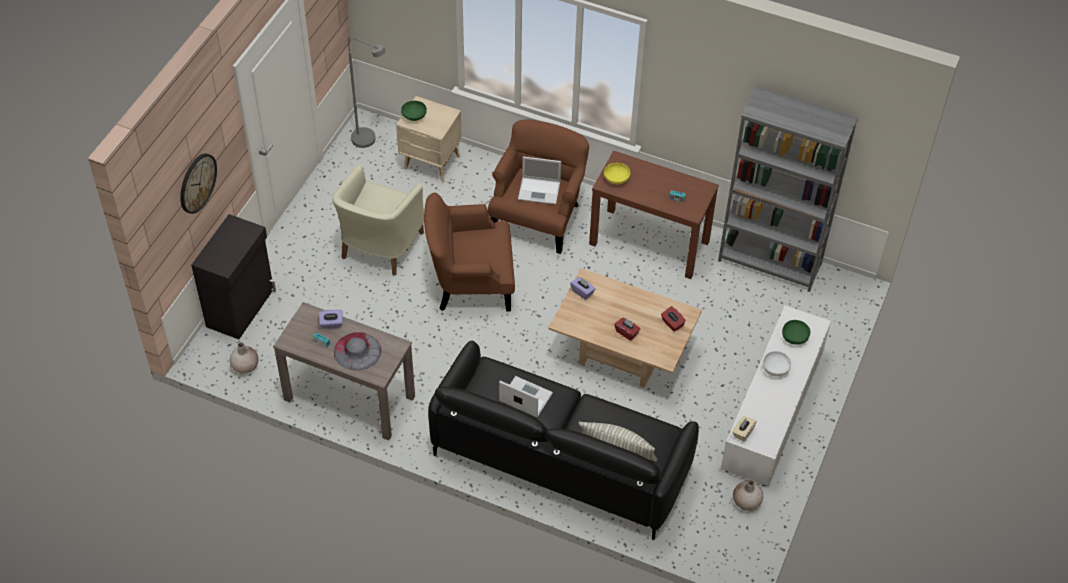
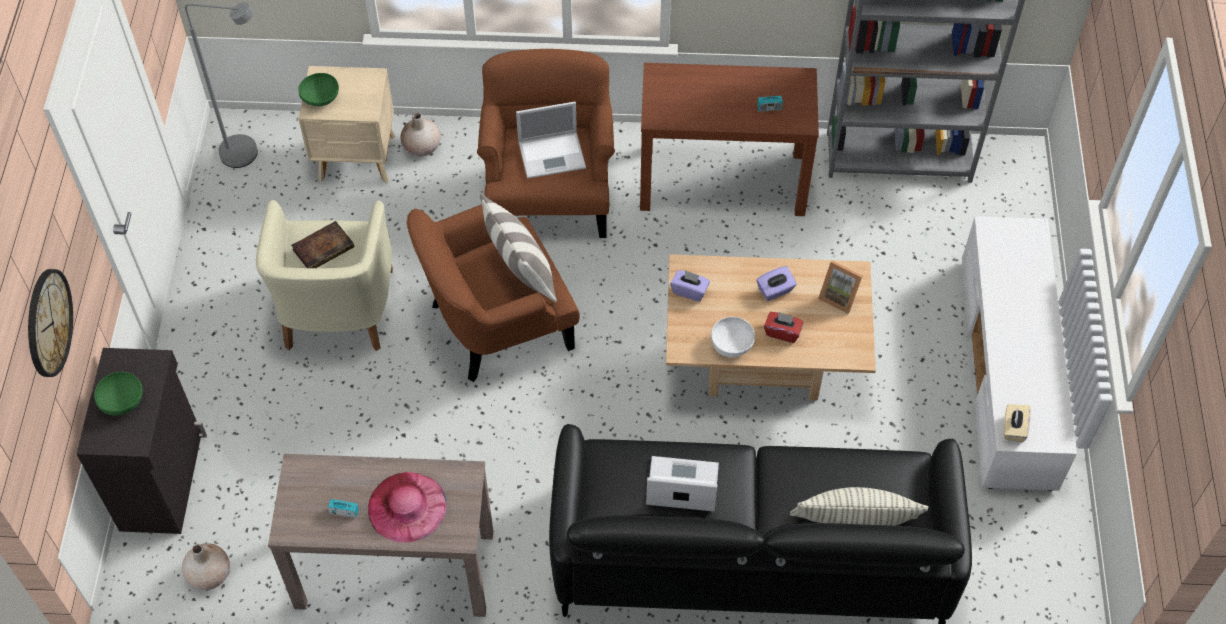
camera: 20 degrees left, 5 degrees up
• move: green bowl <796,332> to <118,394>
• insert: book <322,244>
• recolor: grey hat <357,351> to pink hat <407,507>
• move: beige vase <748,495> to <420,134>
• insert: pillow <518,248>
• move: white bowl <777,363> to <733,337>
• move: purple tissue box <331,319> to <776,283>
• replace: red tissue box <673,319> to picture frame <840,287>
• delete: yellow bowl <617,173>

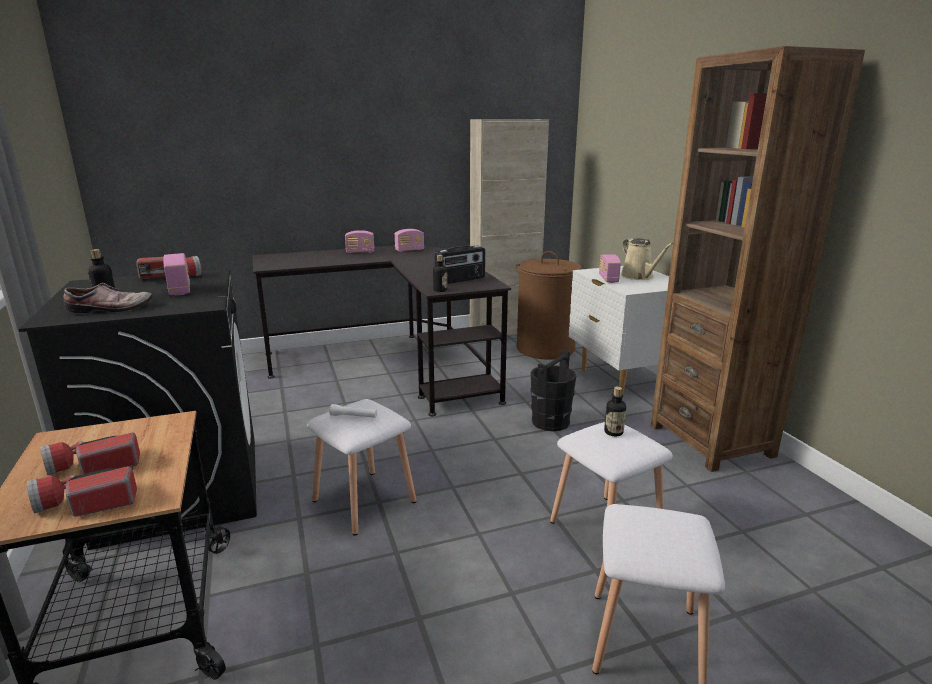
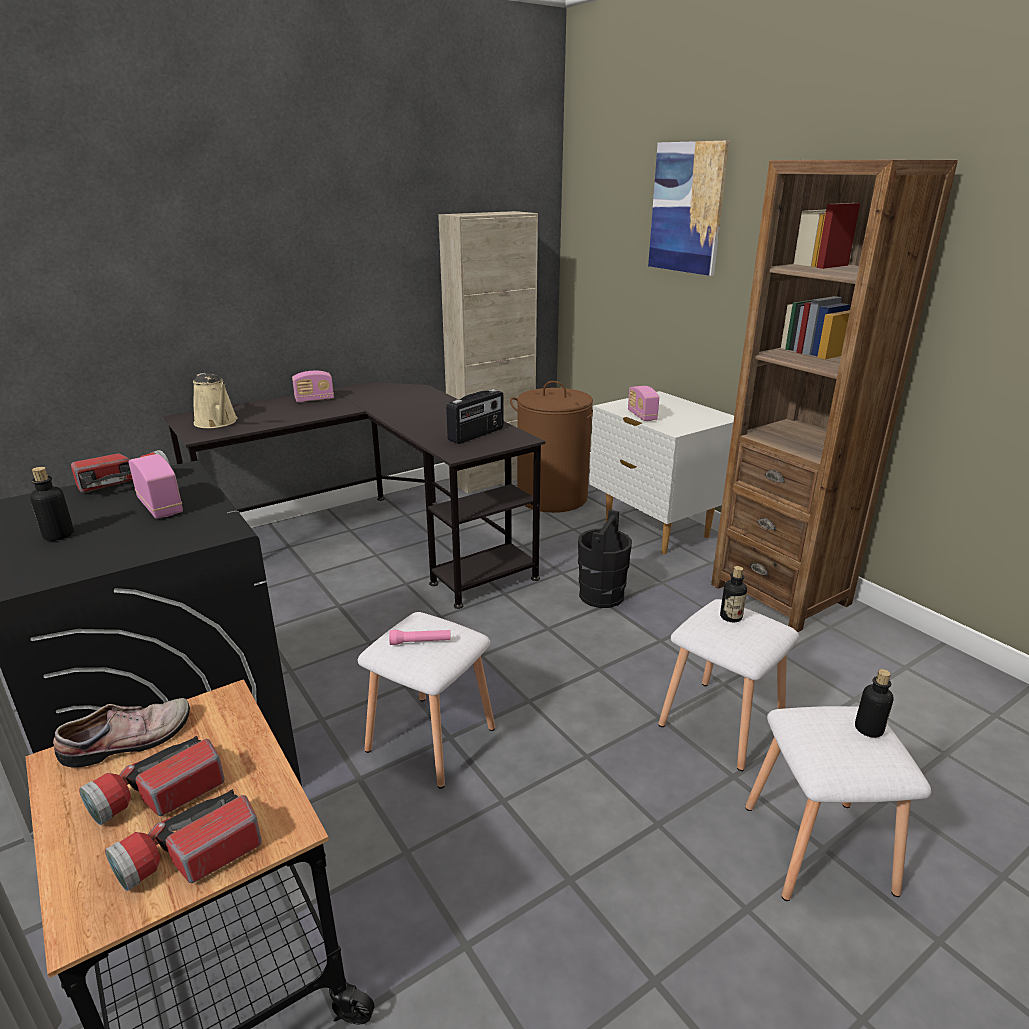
camera: 15 degrees left, 5 degrees up
• move: shoe <107,298> to <121,733>
• move: beige watering can <647,259> to <215,400>
• recolor: white flashlight <353,411> to pink flashlight <419,637>
• insert: picture <688,208>
• move: bottle <440,273> to <874,703>
• delete: radio <409,240>

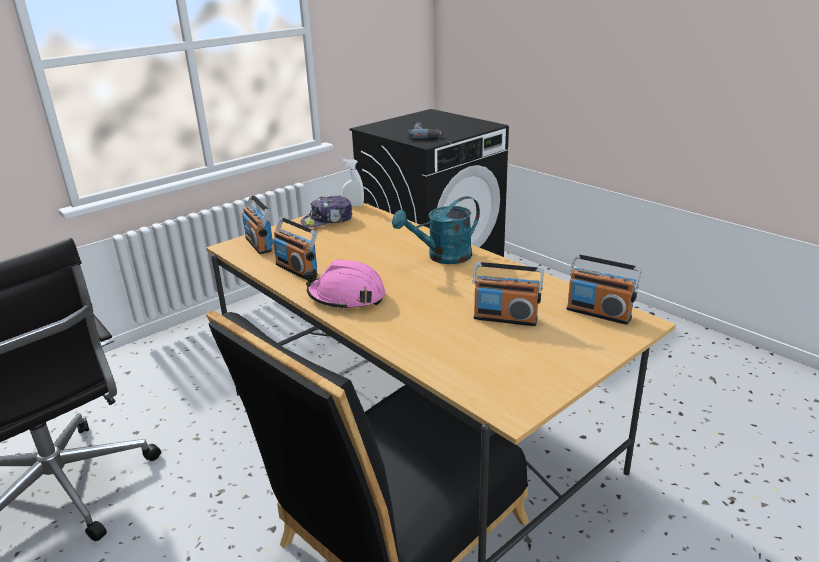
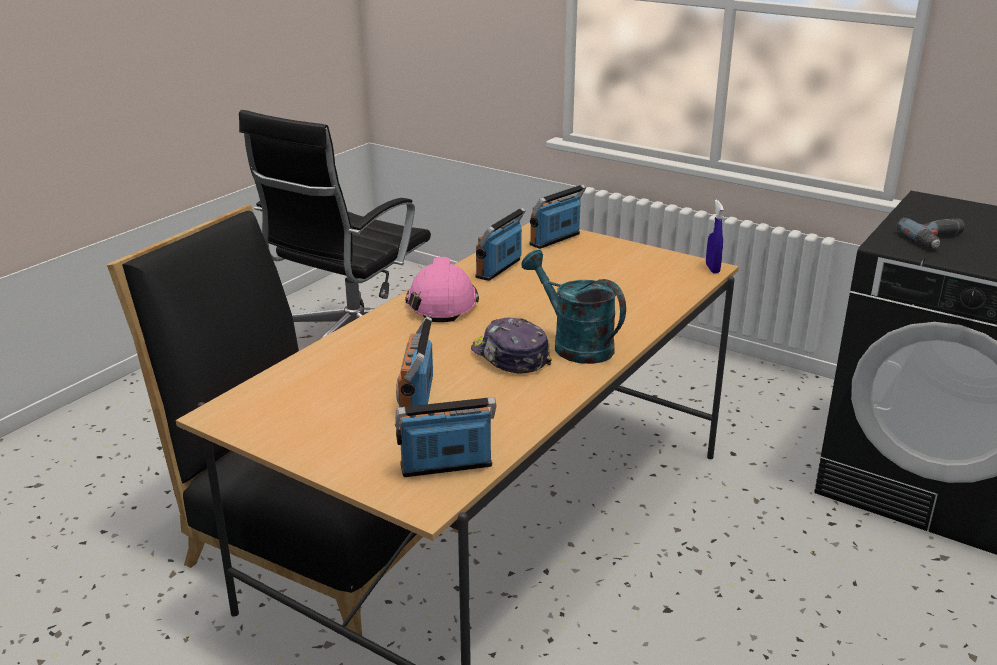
camera: 75 degrees right, 0 degrees up
• rotate: radio <604,289> = <446,437> 60 degrees clockwise
• move: cap <326,211> to <511,346>
• recolor: white spray bottle <353,183> to blue spray bottle <715,236>

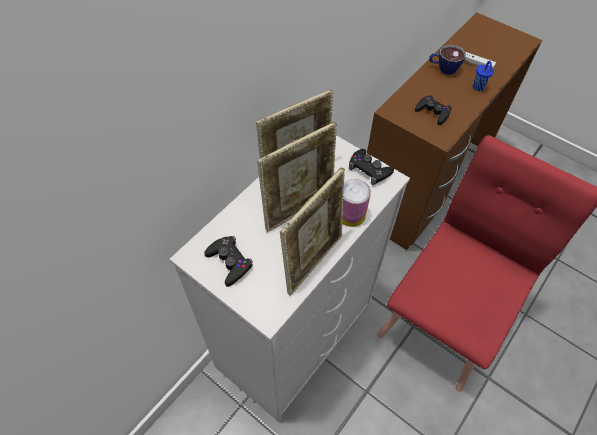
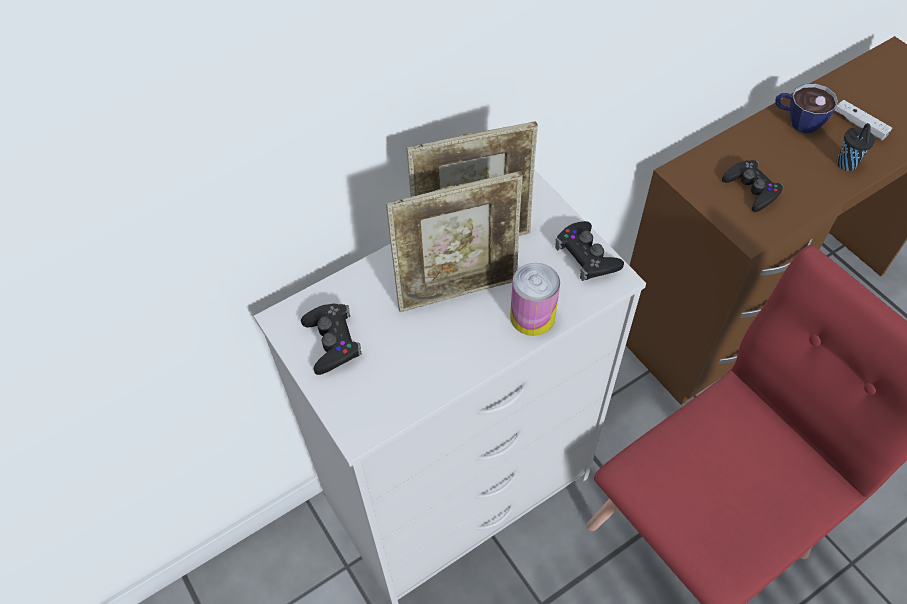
camera: 20 degrees right, 0 degrees up
• recolor: blue cup <483,76> to black cup <856,147>
• delete: picture frame <312,231>

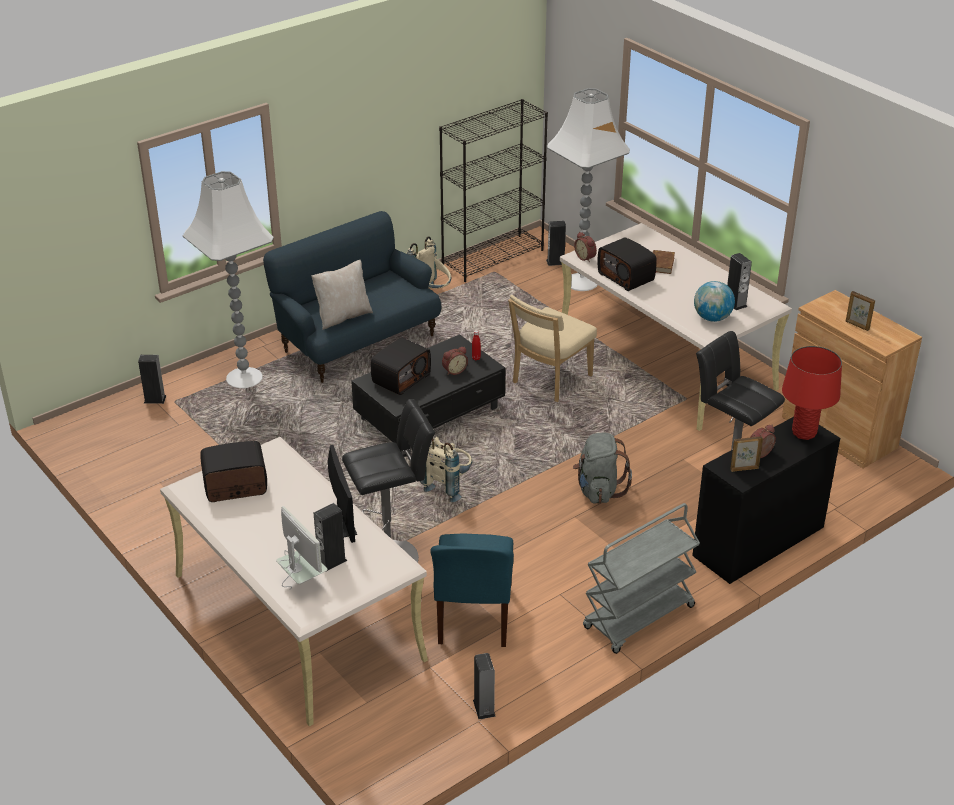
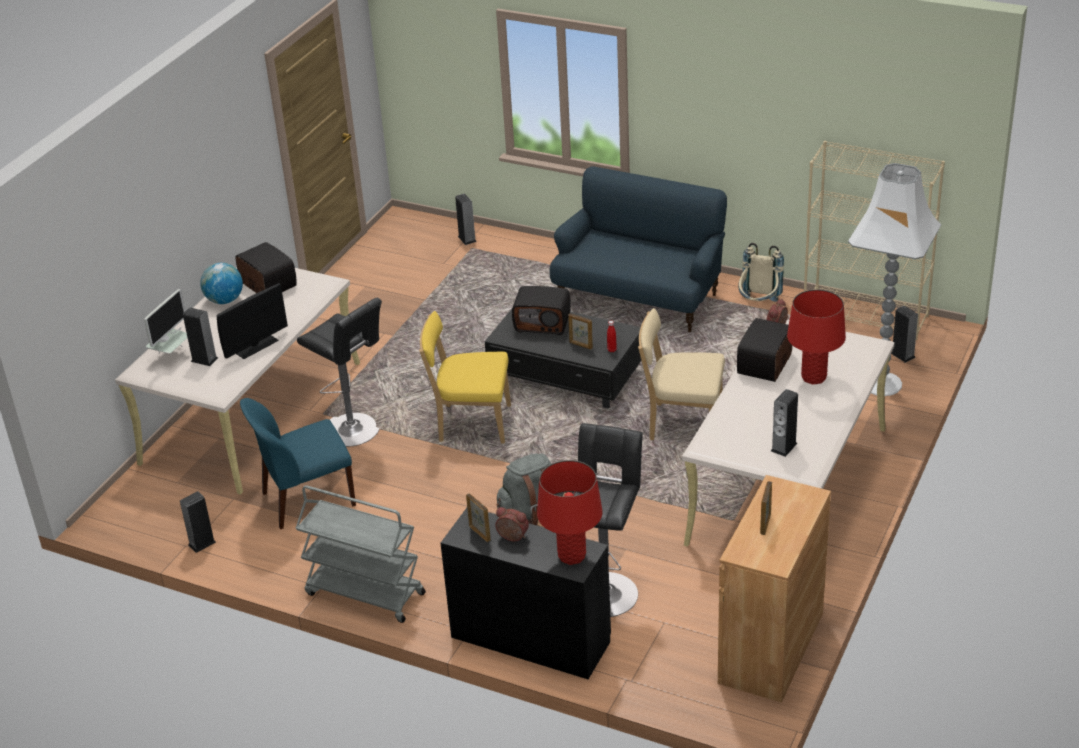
camera: 65 degrees right, 0 degrees up
• move: globe <714,301> to <221,283>
• replace: beige backpack <446,469> to yellow chair <465,377>
• replace: alarm clock <455,361> to picture frame <580,331>
• replace: brown book <664,262> to red table lamp <816,337>
• recolor: black bookcase <493,190> to beige bookcase <874,240>
• delete: white floor lamp <228,279>
• delete: beige pillow <342,295>

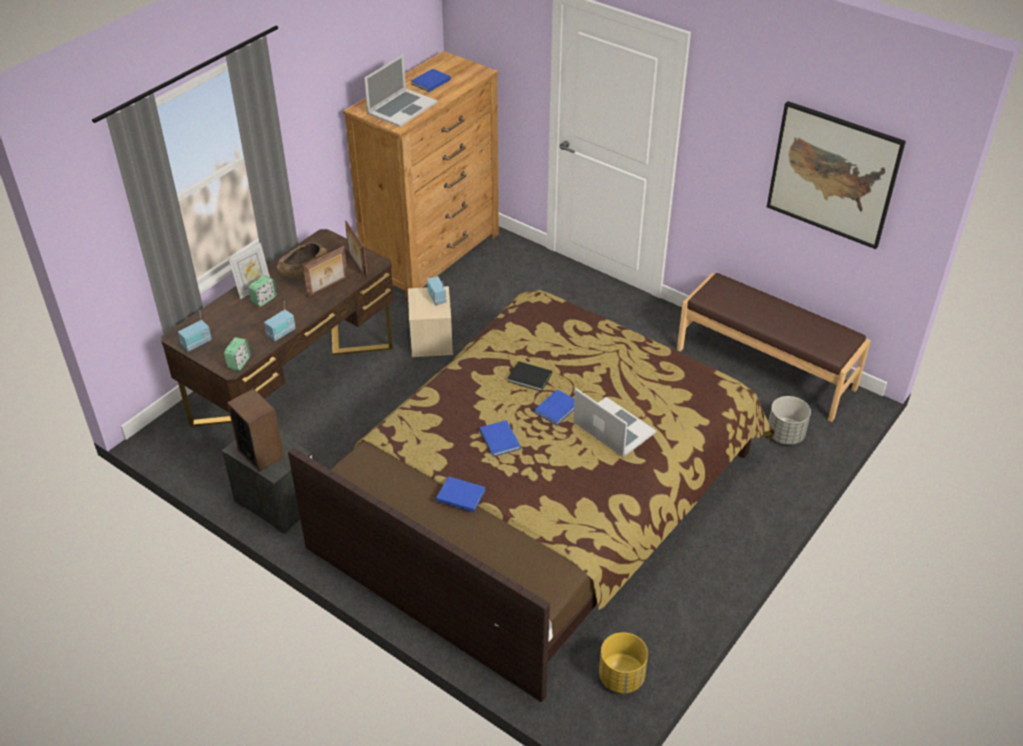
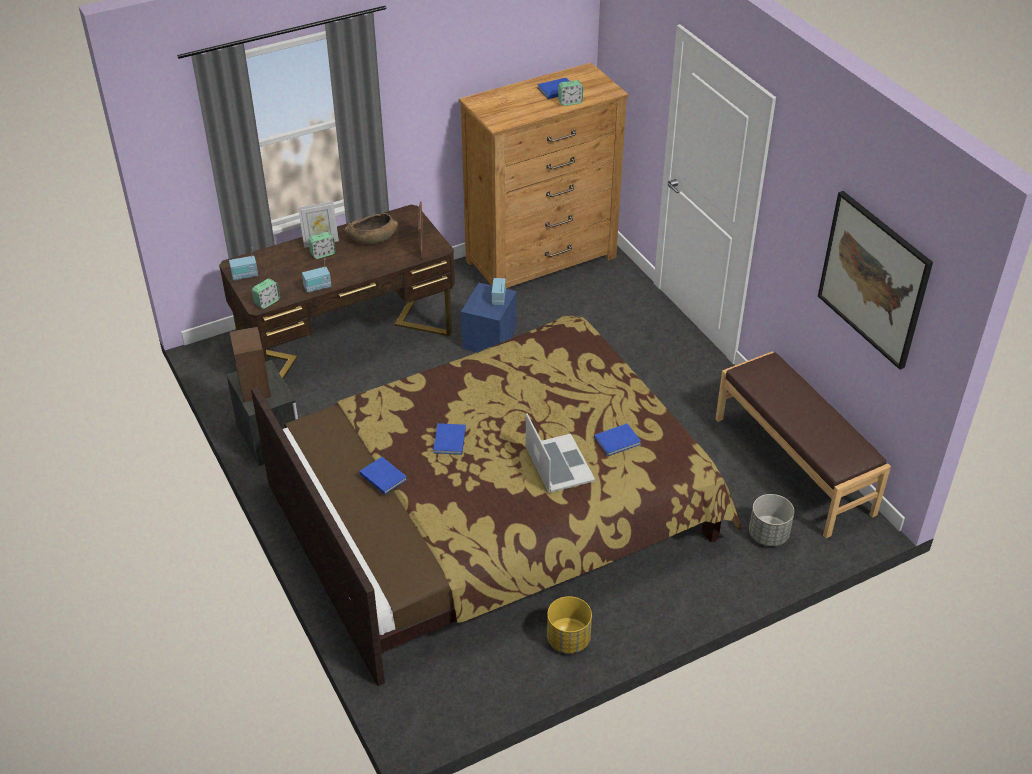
camera: 25 degrees right, 0 degrees up
• recolor: beige storage box <430,321> to blue storage box <489,317>
• move: yellow planter <623,662> to <569,624>
• insert: alarm clock <570,93>
• move: blue book <554,407> to <617,440>
• delete: picture frame <325,272>
• delete: laptop <400,90>
• delete: black book <530,376>

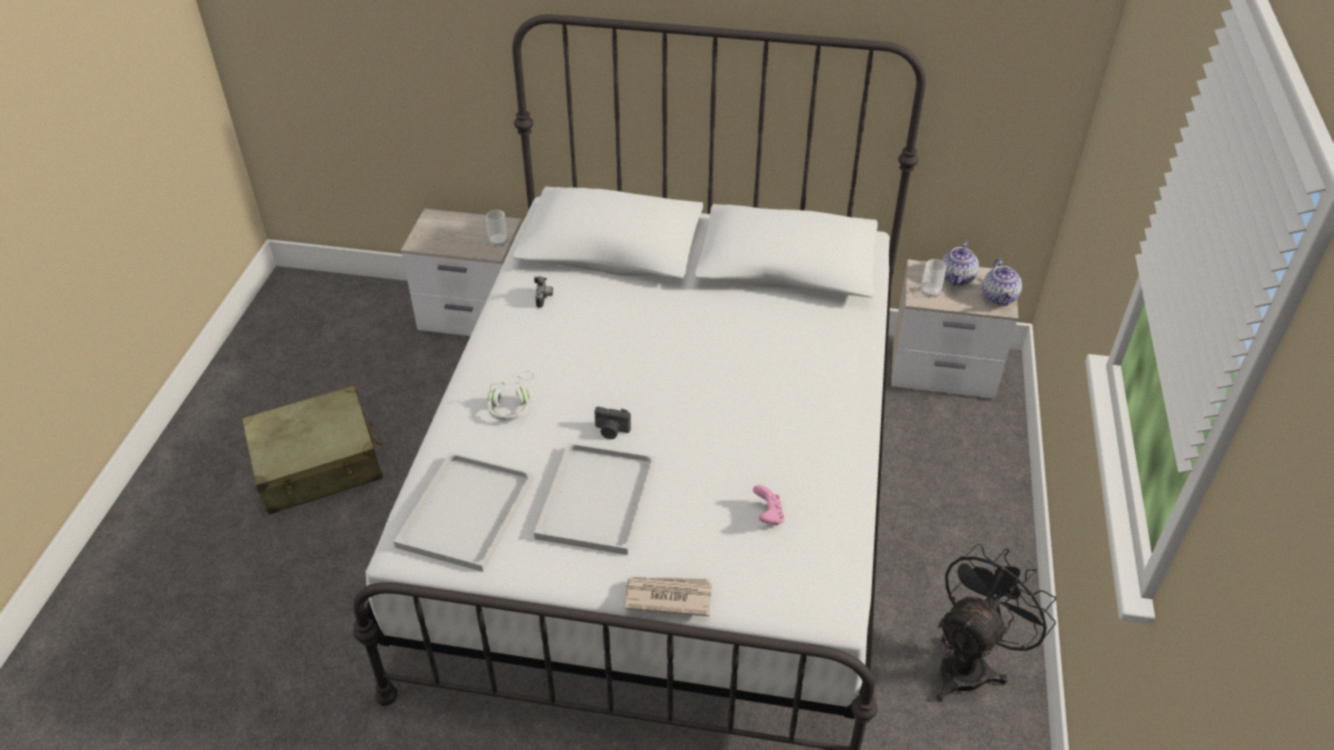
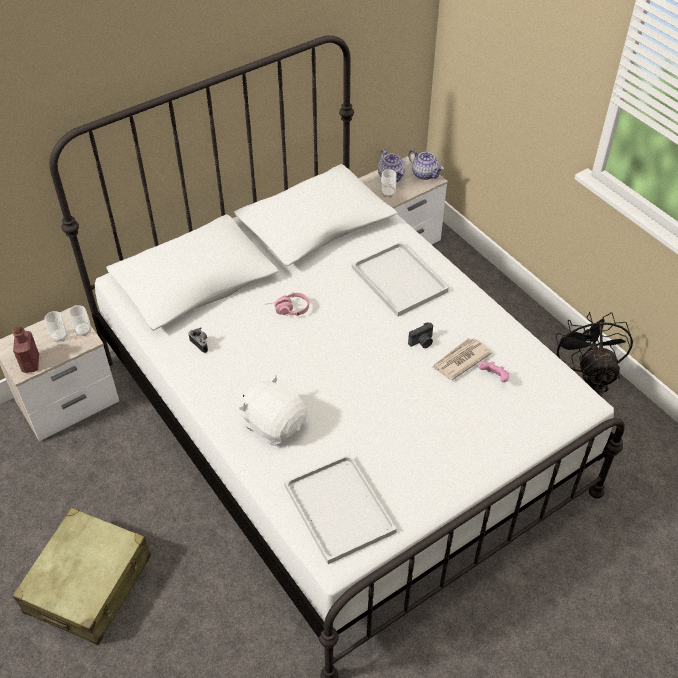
camera: 45 degrees left, 5 degrees up
• insert: red bottle <26,349>
• insert: cup <55,326>
• replace: white headphones <511,396> to white plush toy <273,410>
• insert: pink headphones <288,304>
• move: white tray <594,498> to <400,279>
• move: photo camera <612,423> to <420,335>
• move: newspaper <668,596> to <462,359>

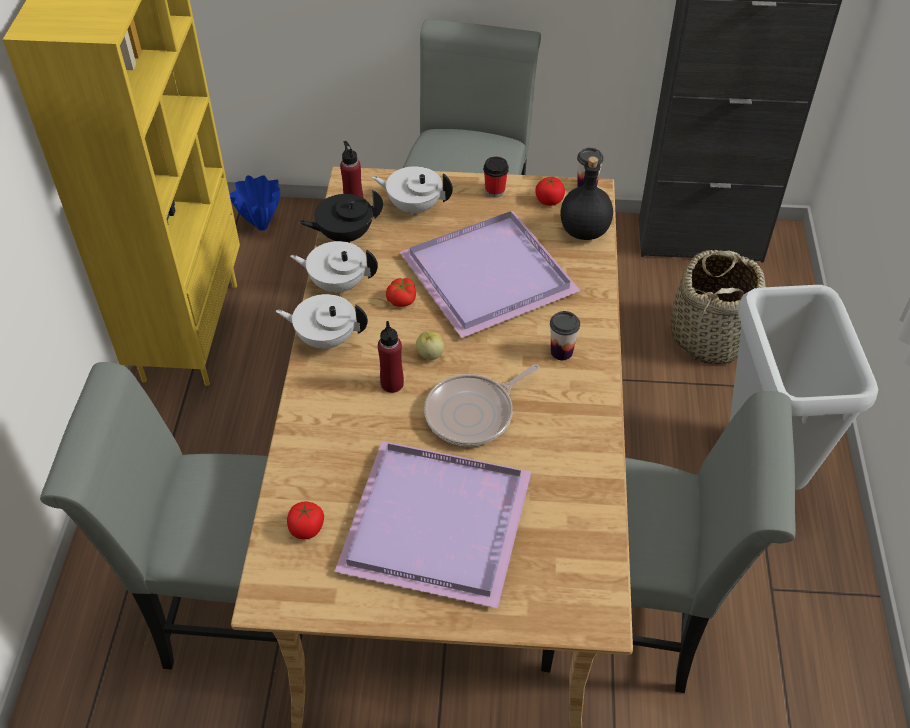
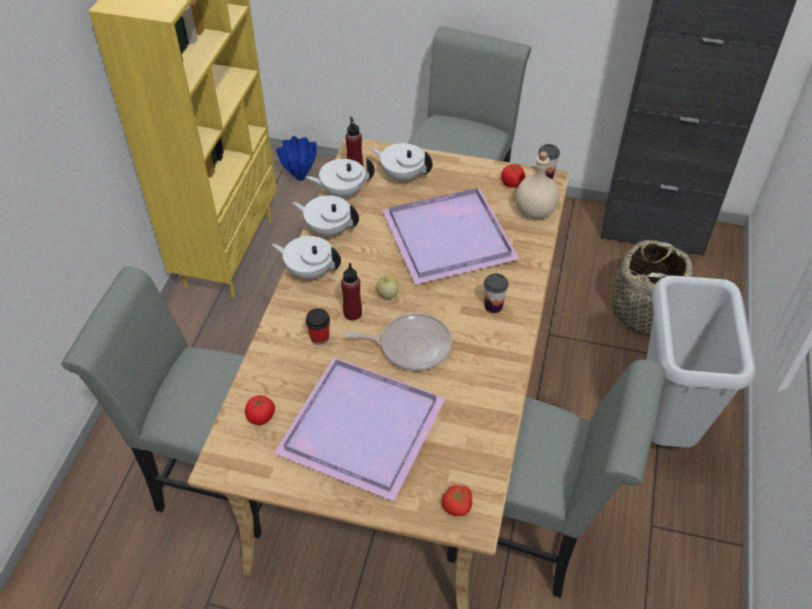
camera: 10 degrees right, 0 degrees up
• recolor: black teapot <341,216> to white teapot <340,178>
• move: cup <496,177> to <318,326>
• rotate: frying pan <482,405> = <398,342> 150 degrees counterclockwise
• move: tomato <401,292> to <457,500>
• recolor: black bottle <586,198> to beige bottle <537,185>

